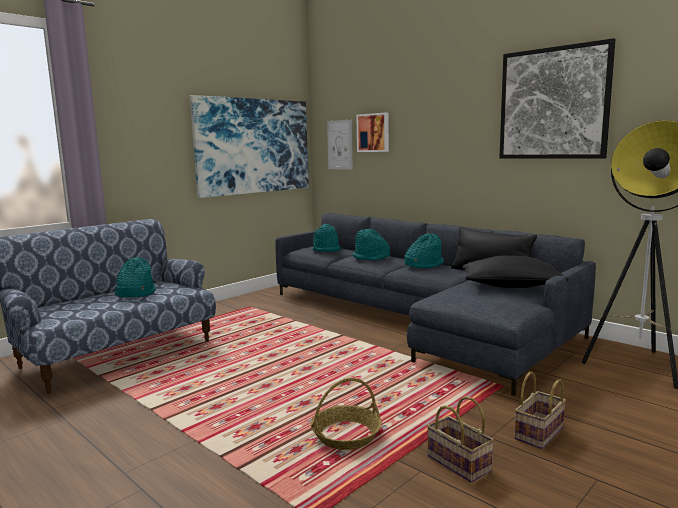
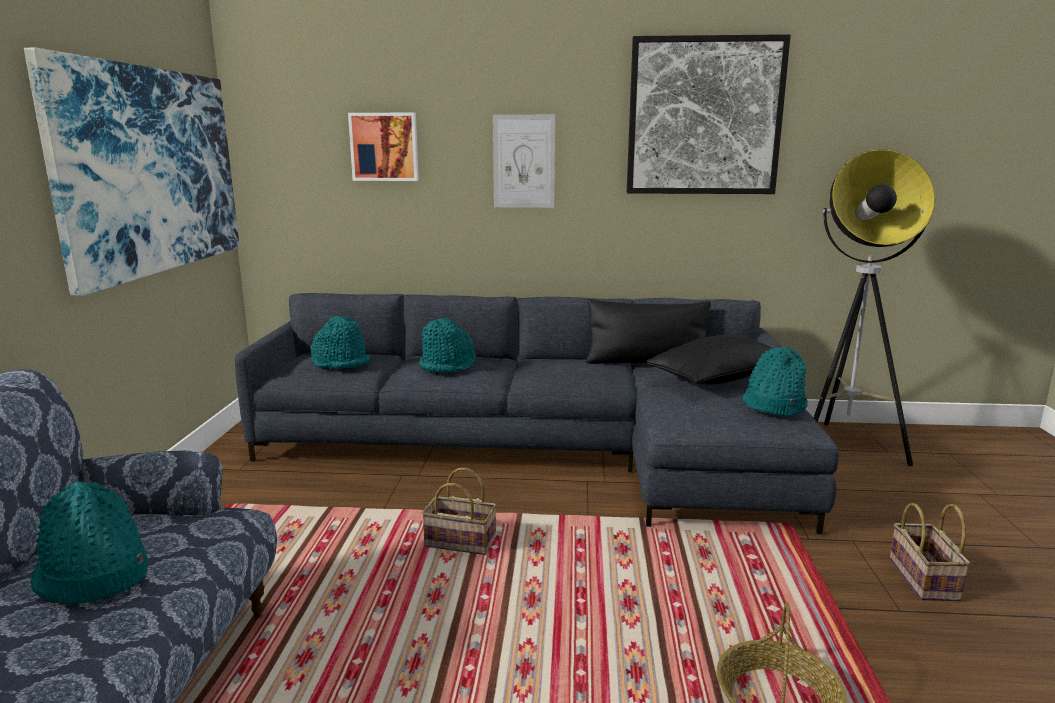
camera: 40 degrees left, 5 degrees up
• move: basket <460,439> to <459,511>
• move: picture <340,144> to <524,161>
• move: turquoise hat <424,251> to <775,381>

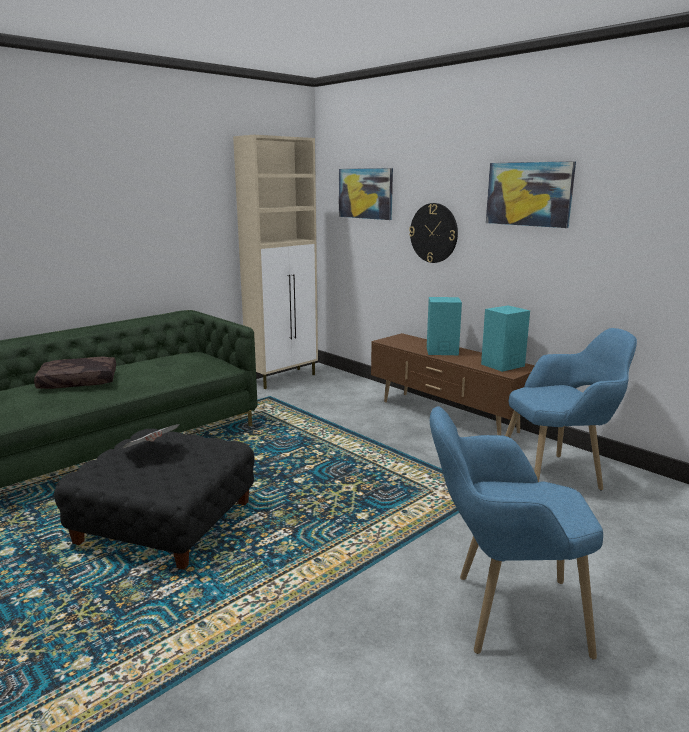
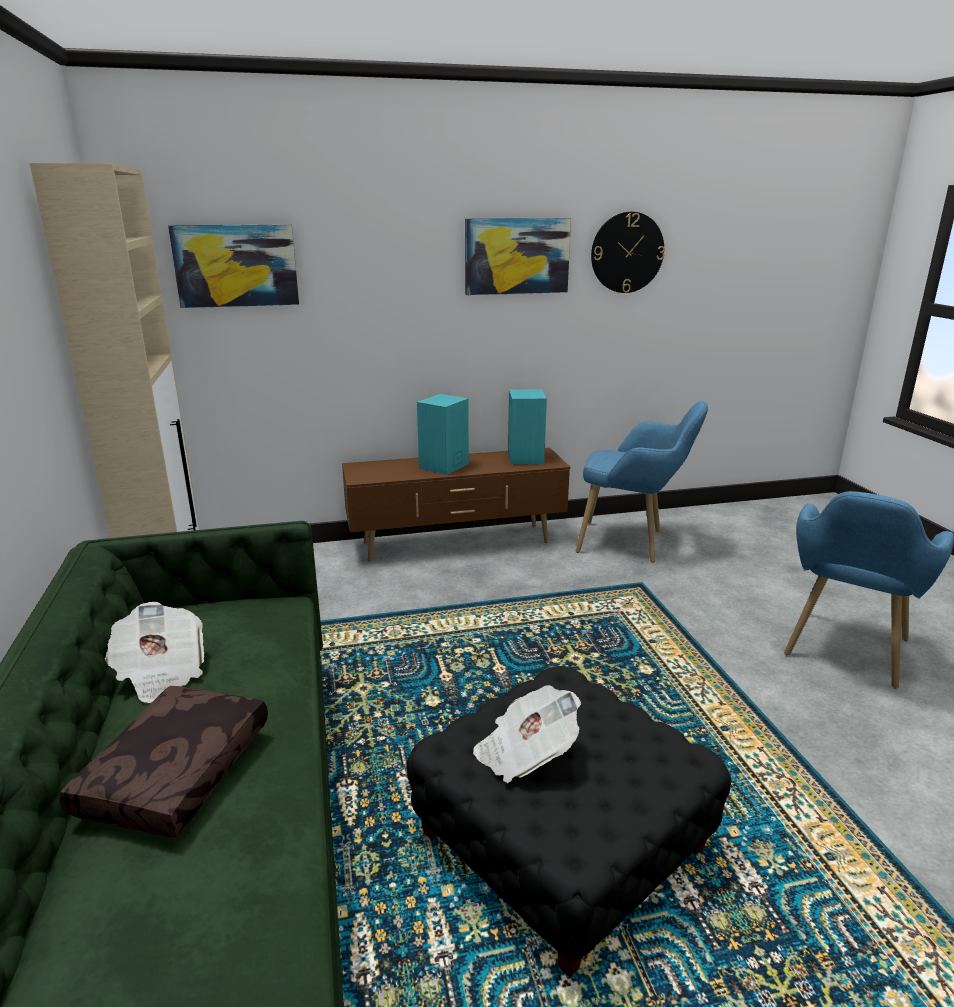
camera: 60 degrees left, 5 degrees up
• insert: newspaper <154,652>
• rotate: blue armchair <571,409> = <642,481> 90 degrees clockwise
• move: wall clock <433,233> to <628,252>

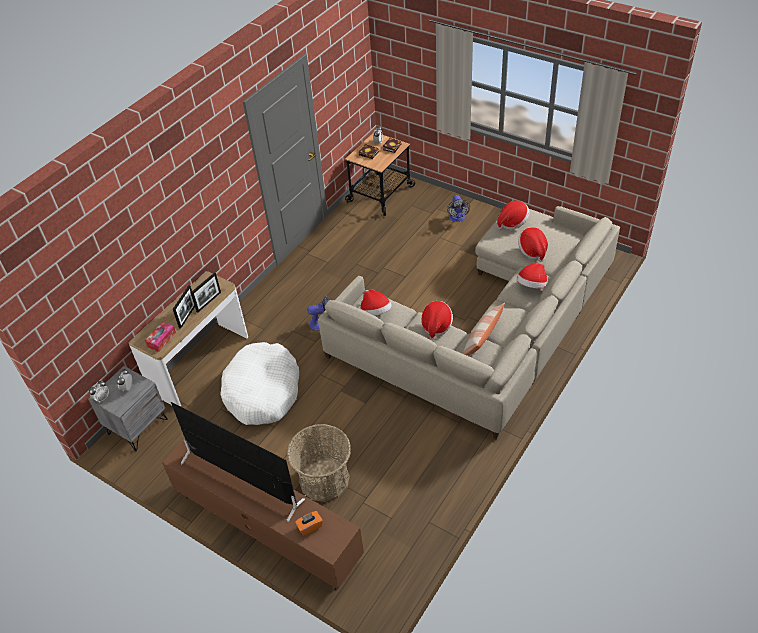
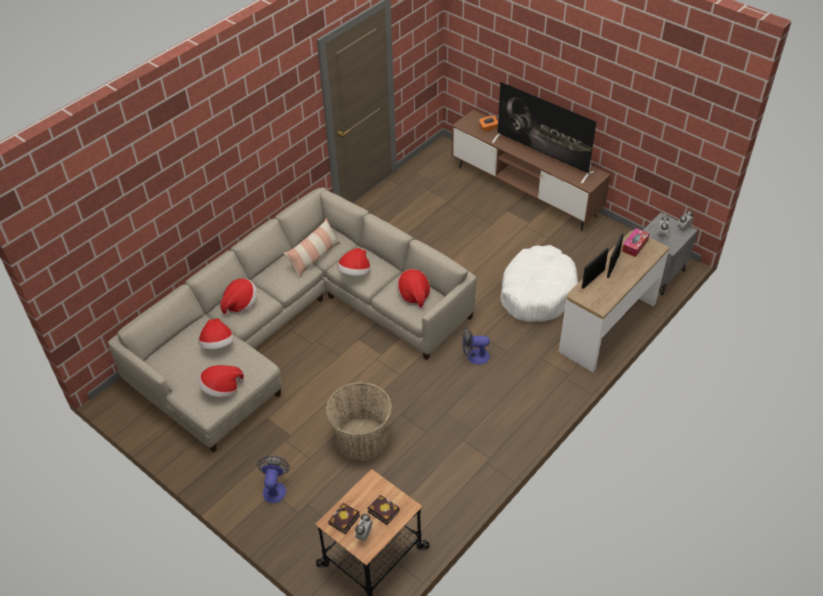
camera: 175 degrees left, 0 degrees up
• move: basket <319,463> to <359,422>

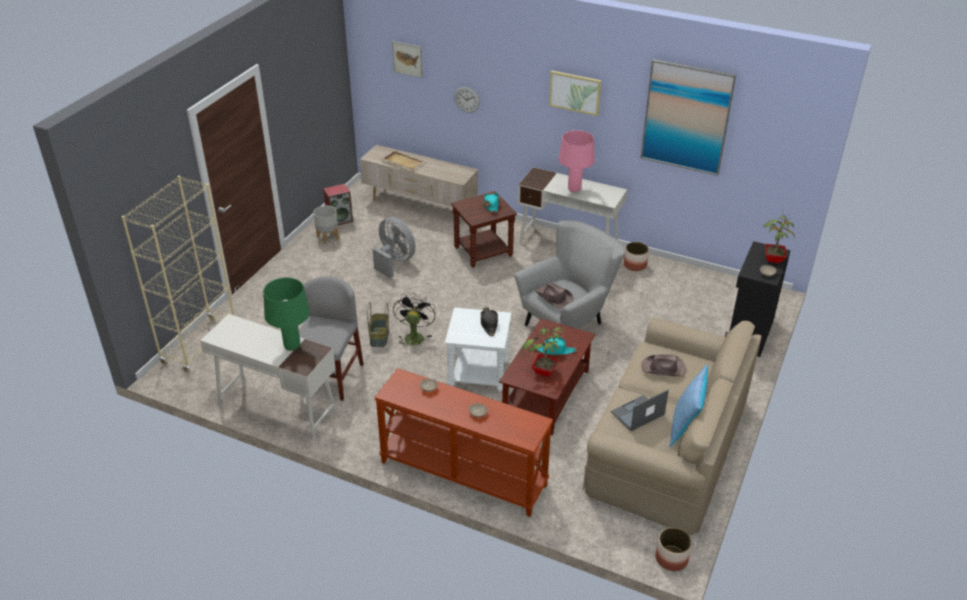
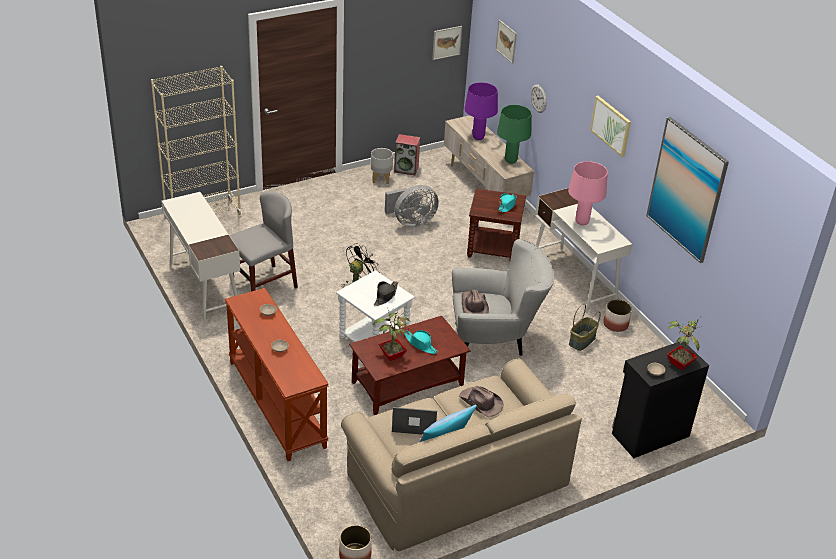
camera: 35 degrees right, 0 degrees up
• rotate: grey fan <394,247> = <412,206> 75 degrees clockwise
• insert: picture <447,43>
• replace: beige tray <403,160> to purple table lamp <481,111>
• move: green table lamp <286,314> to <514,134>
• move: basket <378,324> to <585,327>

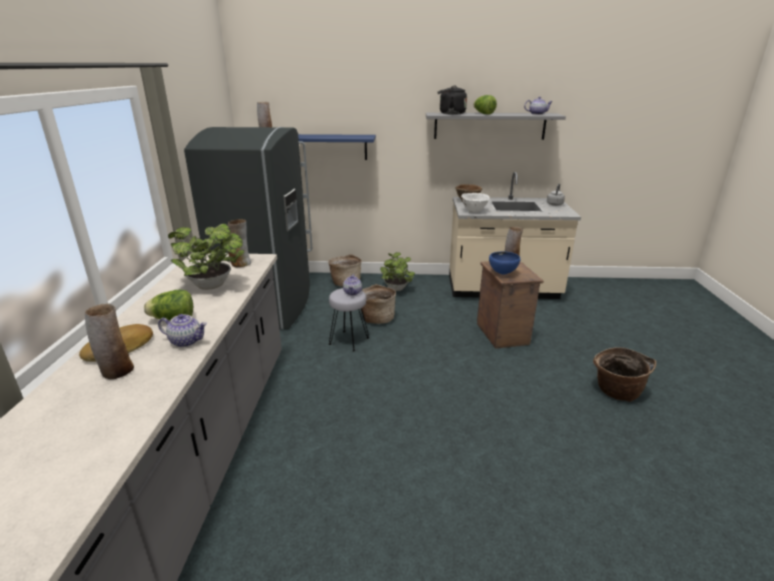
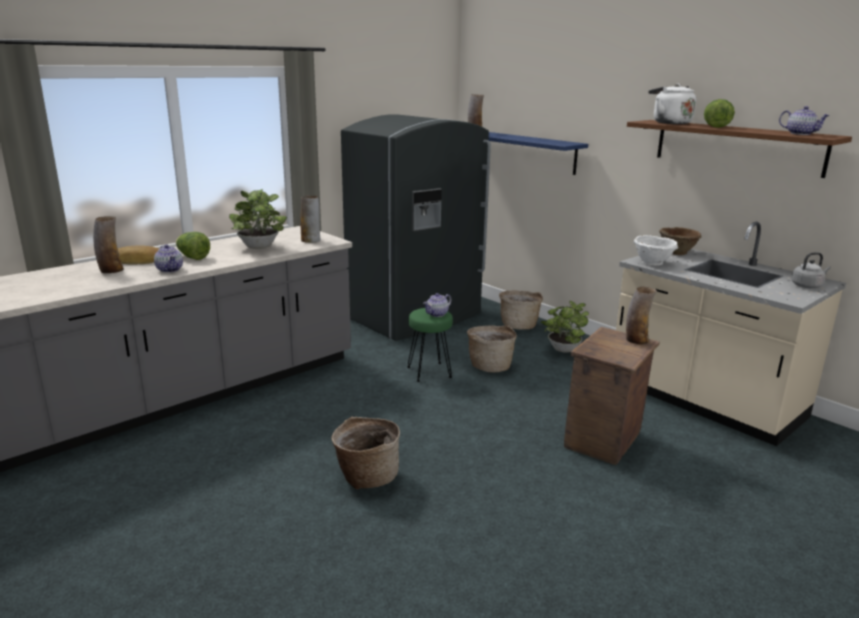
camera: 45 degrees right, 5 degrees down
• move: basket <624,374> to <365,453>
• recolor: grey stool <349,320> to green stool <430,345>
• recolor: grey shelf <496,126> to brown shelf <739,149>
• recolor: black kettle <452,100> to white kettle <672,104>
• delete: blue bowl <504,263>

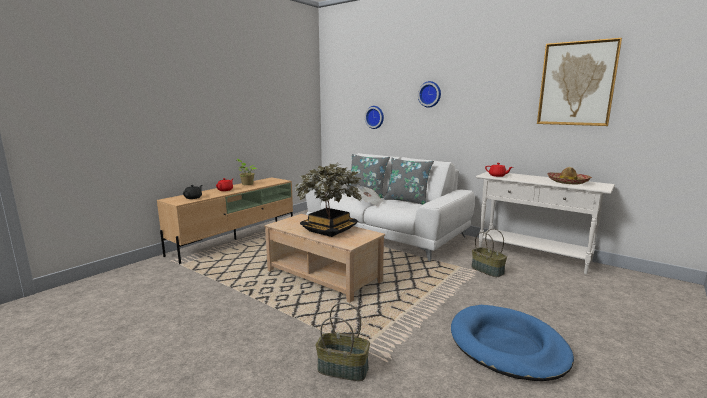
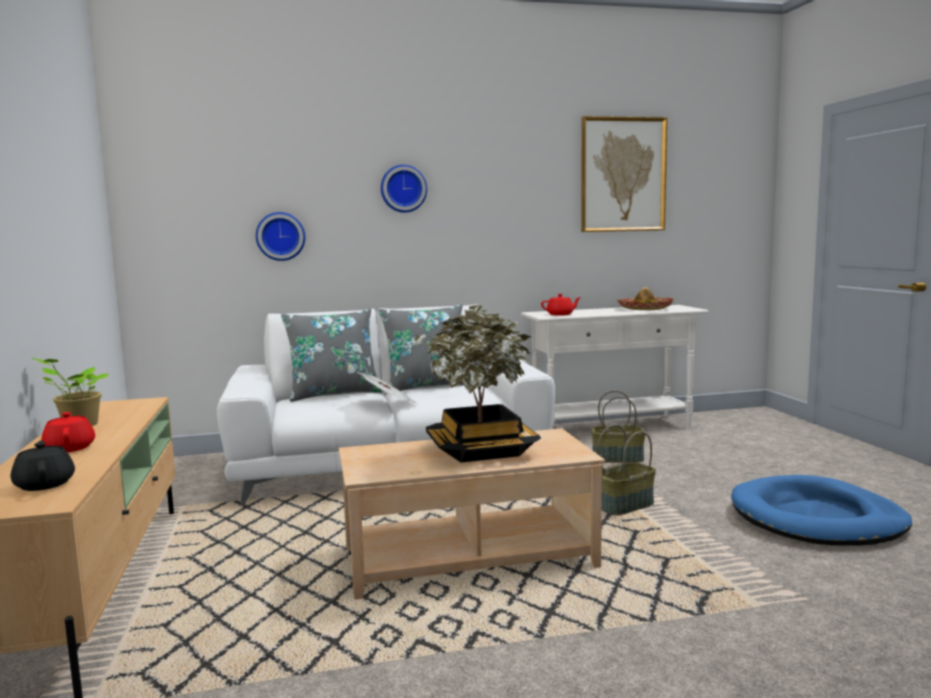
camera: 50 degrees left, 5 degrees down
• move: basket <343,341> to <627,469>

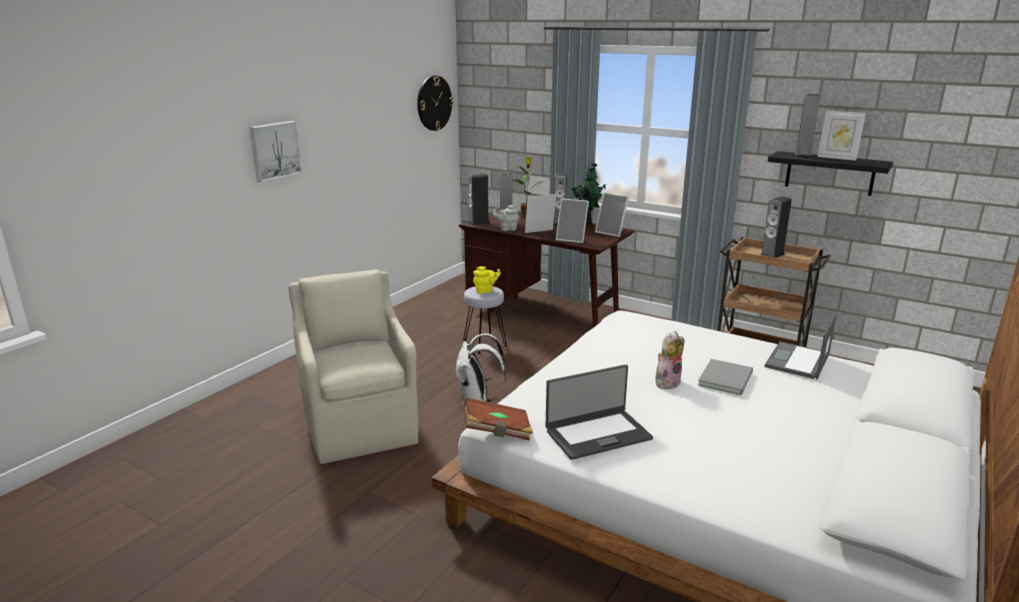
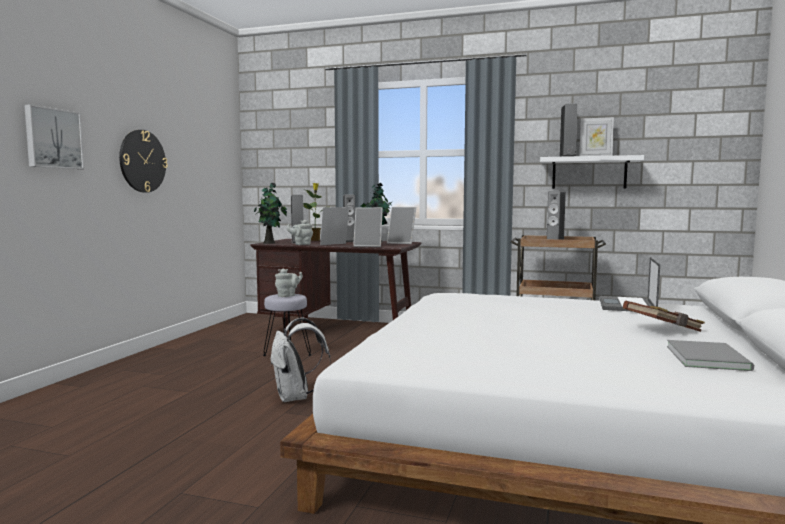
camera: 15 degrees left, 15 degrees down
• move: wall clock <435,103> to <143,161>
• replace: speaker <479,199> to potted plant <270,213>
• recolor: yellow teapot <487,280> to grey teapot <289,282>
• recolor: black shelf <830,173> to white shelf <592,172>
• move: brown book <498,419> to <664,316>
• move: grey book <725,377> to <710,355>
• delete: beige armchair <353,367>
• delete: laptop <599,412>
• delete: plush toy <669,360>

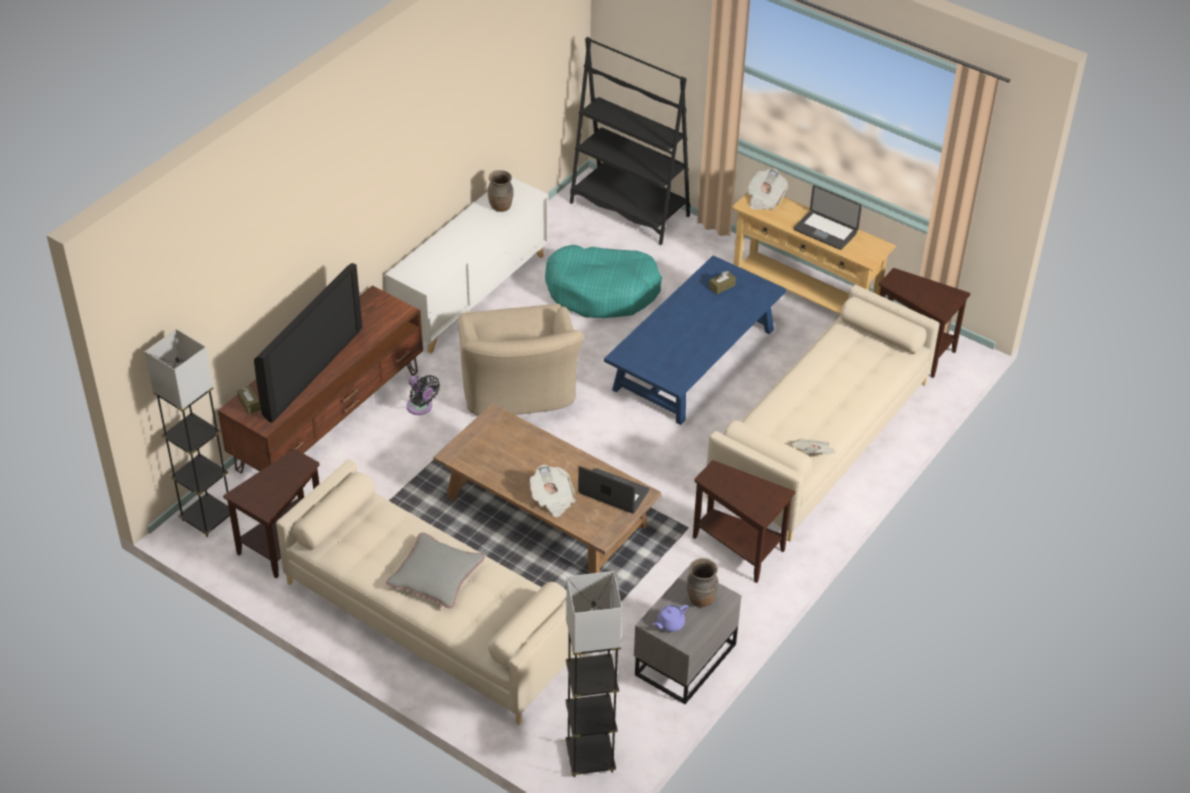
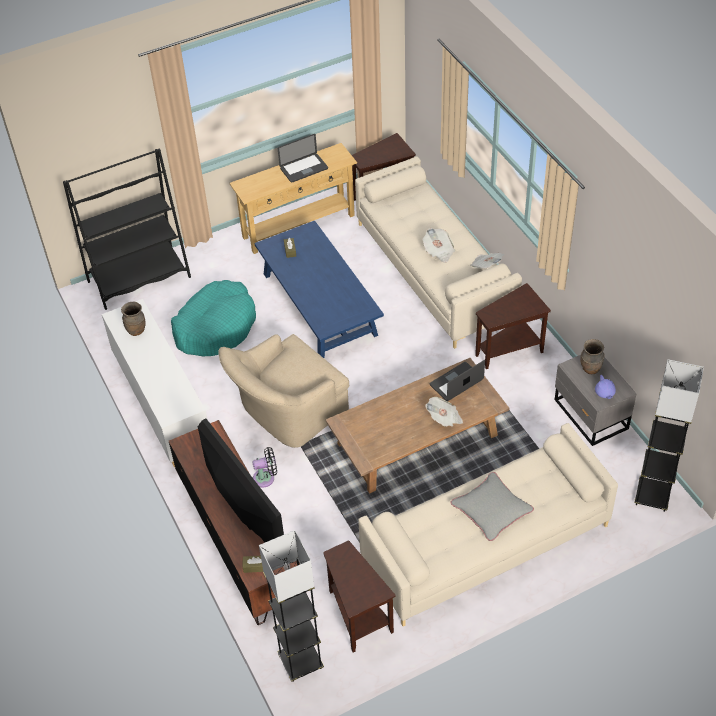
camera: 60 degrees left, 5 degrees up
• rotate: beige armchair <521,360> = <283,391> 120 degrees clockwise
• move: newspaper <767,189> to <439,245>

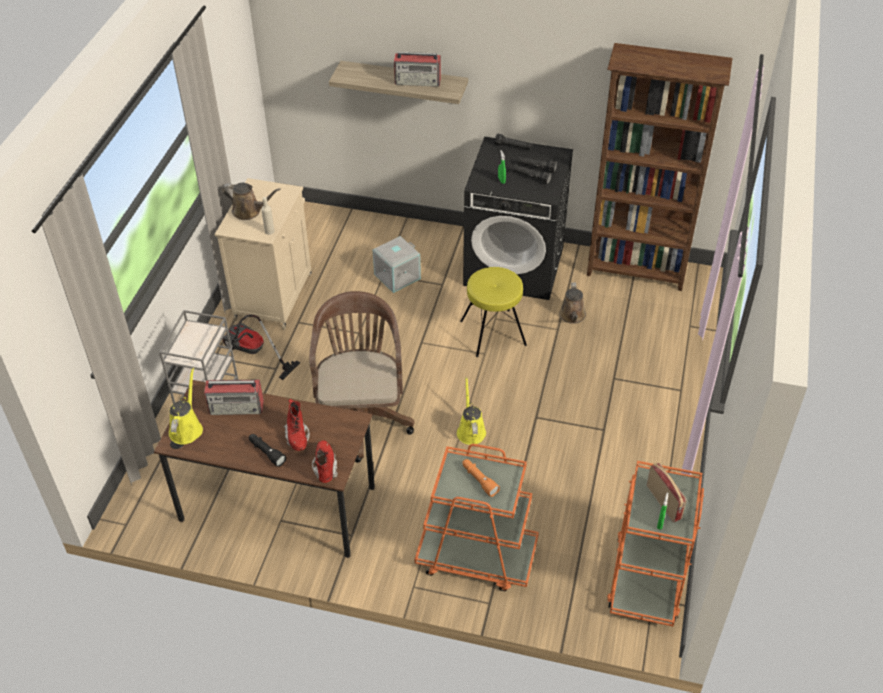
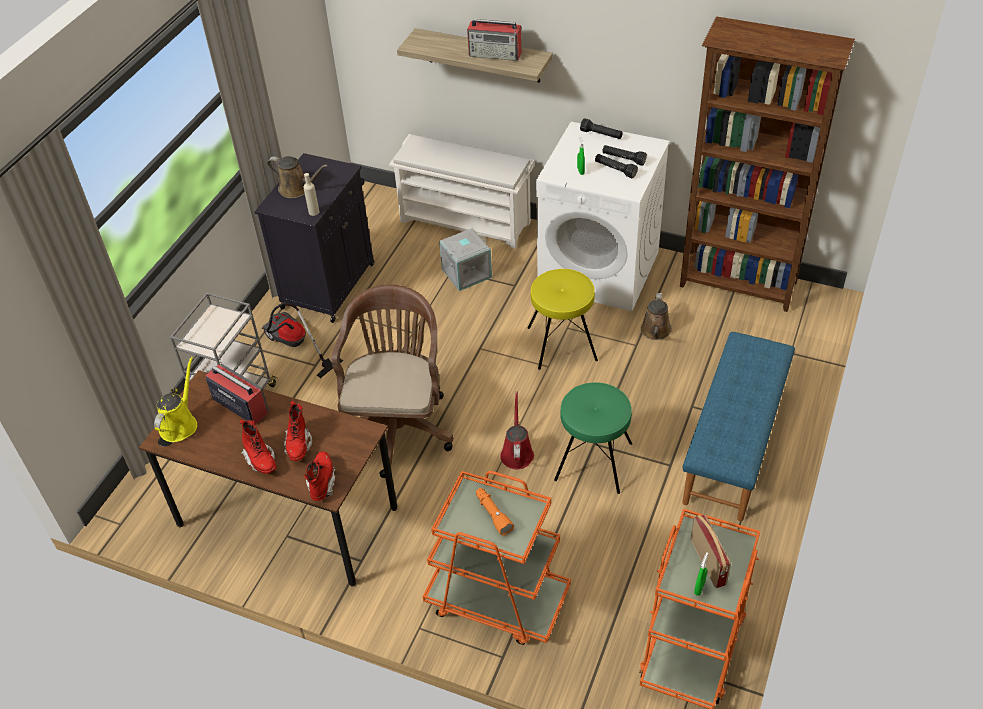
camera: 10 degrees right, 0 degrees up
• rotate: radio <234,397> = <236,391> 150 degrees counterclockwise
• replace: black flashlight <267,450> to red boot <257,447>
• recolor: beige cabinet <263,254> to black cabinet <314,238>
• insert: white shoe rack <462,191>
• recolor: yellow watering can <471,411> to red watering can <517,430>
• recolor: black washing machine <518,218> to white washing machine <603,216>
• insert: green stool <593,438>
• insert: blue bench <738,426>

